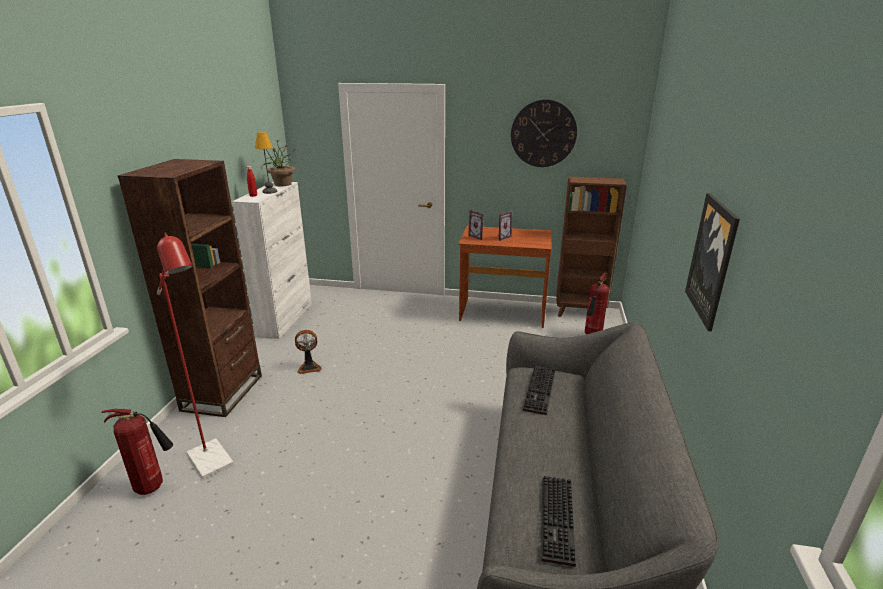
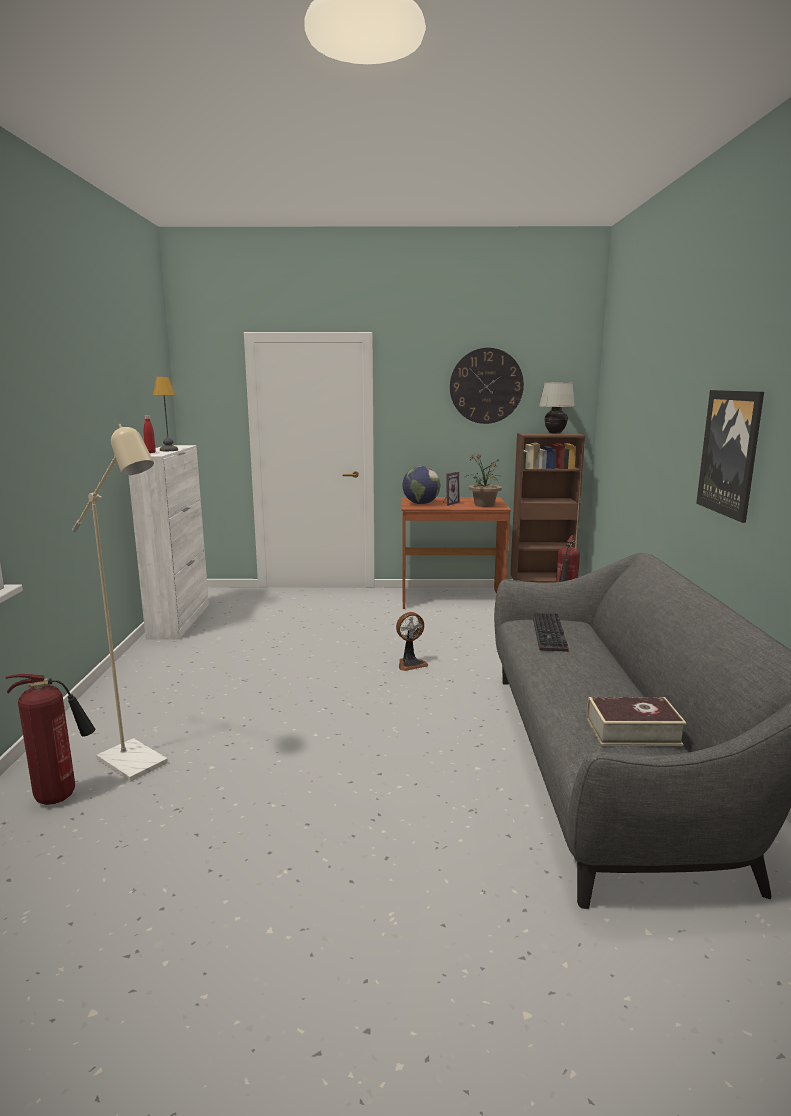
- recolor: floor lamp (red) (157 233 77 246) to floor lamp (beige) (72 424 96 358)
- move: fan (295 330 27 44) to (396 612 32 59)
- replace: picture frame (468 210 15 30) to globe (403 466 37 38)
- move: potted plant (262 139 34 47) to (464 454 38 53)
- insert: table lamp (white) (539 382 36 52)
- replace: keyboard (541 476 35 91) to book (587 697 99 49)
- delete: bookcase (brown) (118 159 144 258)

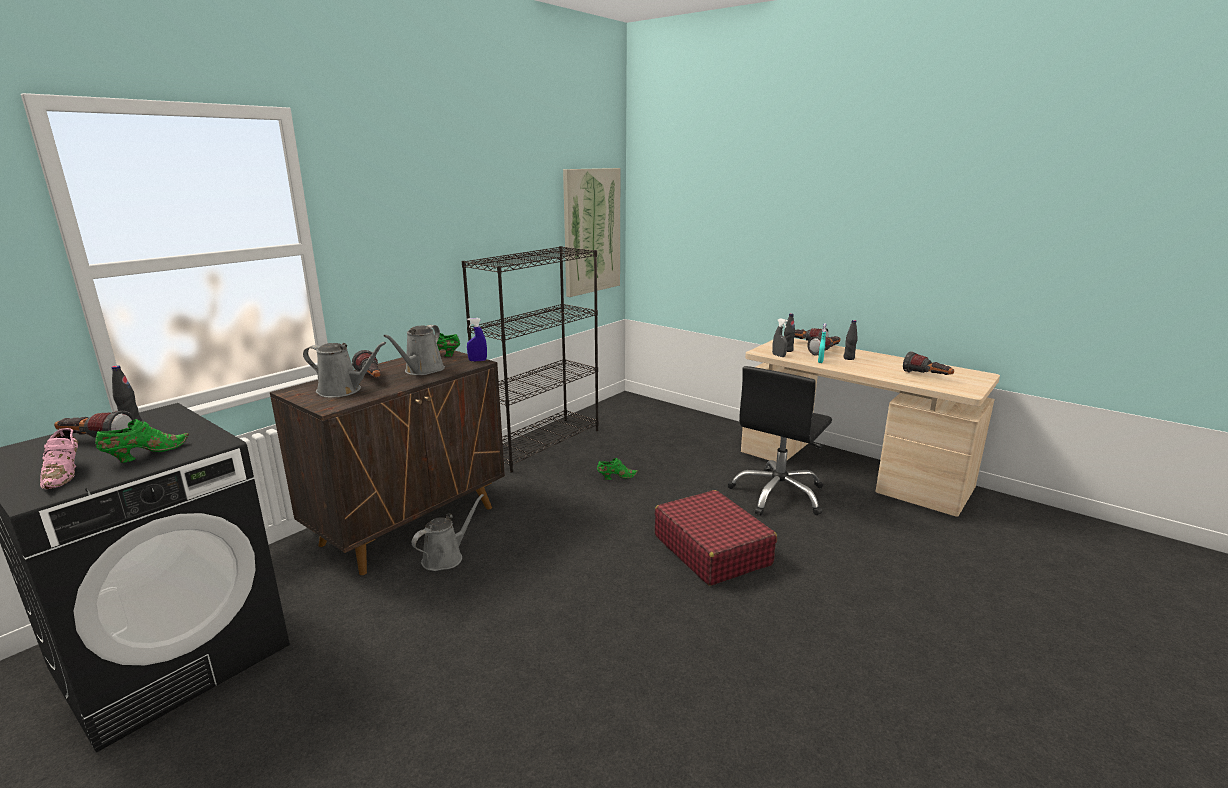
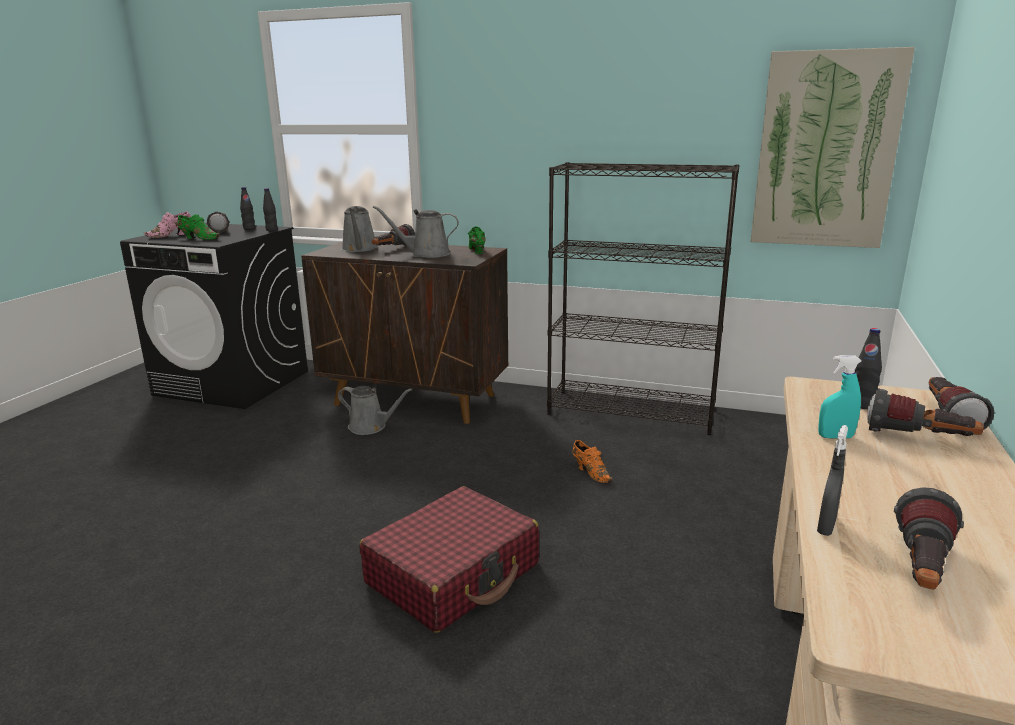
- move: bottle (black) (844 320 14 40) to (263 188 15 43)
- recolor: shoe (green) (597 458 42 22) to shoe (orange) (572 440 40 43)
- move: spray bottle (grey) (772 318 16 39) to (817 425 31 111)
- delete: spray bottle (blue) (467 318 20 43)
- delete: office chair (black) (727 366 105 150)

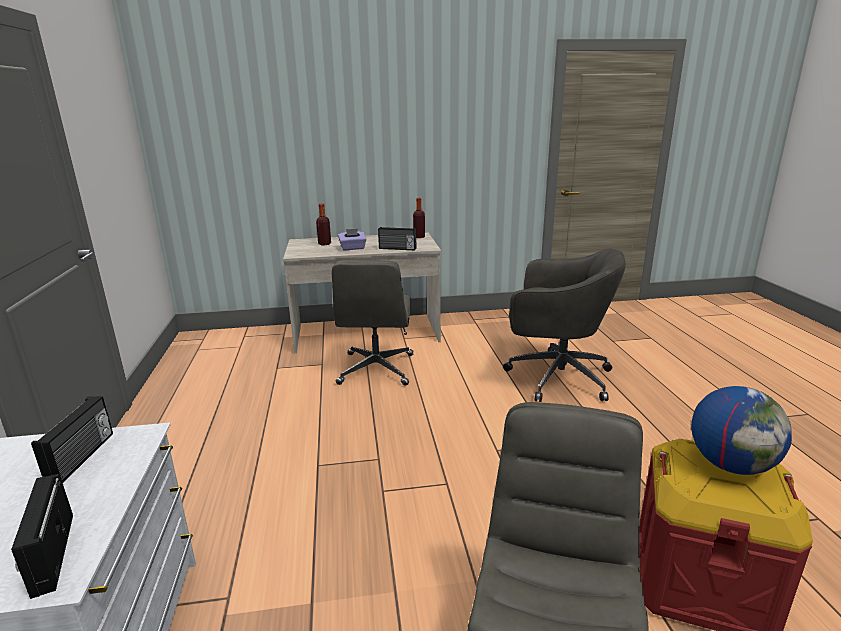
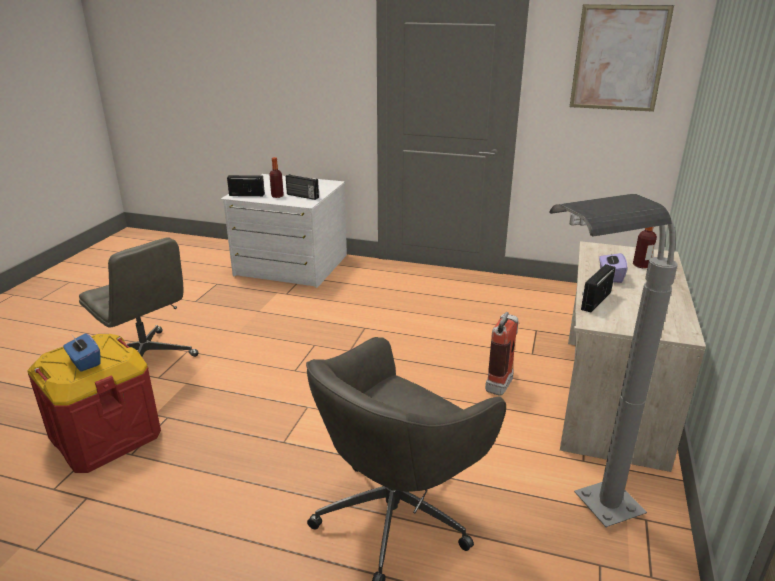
- replace: globe (691 386 101 89) to tissue box (blue) (63 333 38 39)
- move: bottle (413 198 12 40) to (269 157 15 41)
- replace: office chair (grey) (332 260 81 126) to fire extinguisher (485 312 33 84)
- insert: floor lamp (grey) (549 194 129 333)
- insert: picture (570 4 104 108)

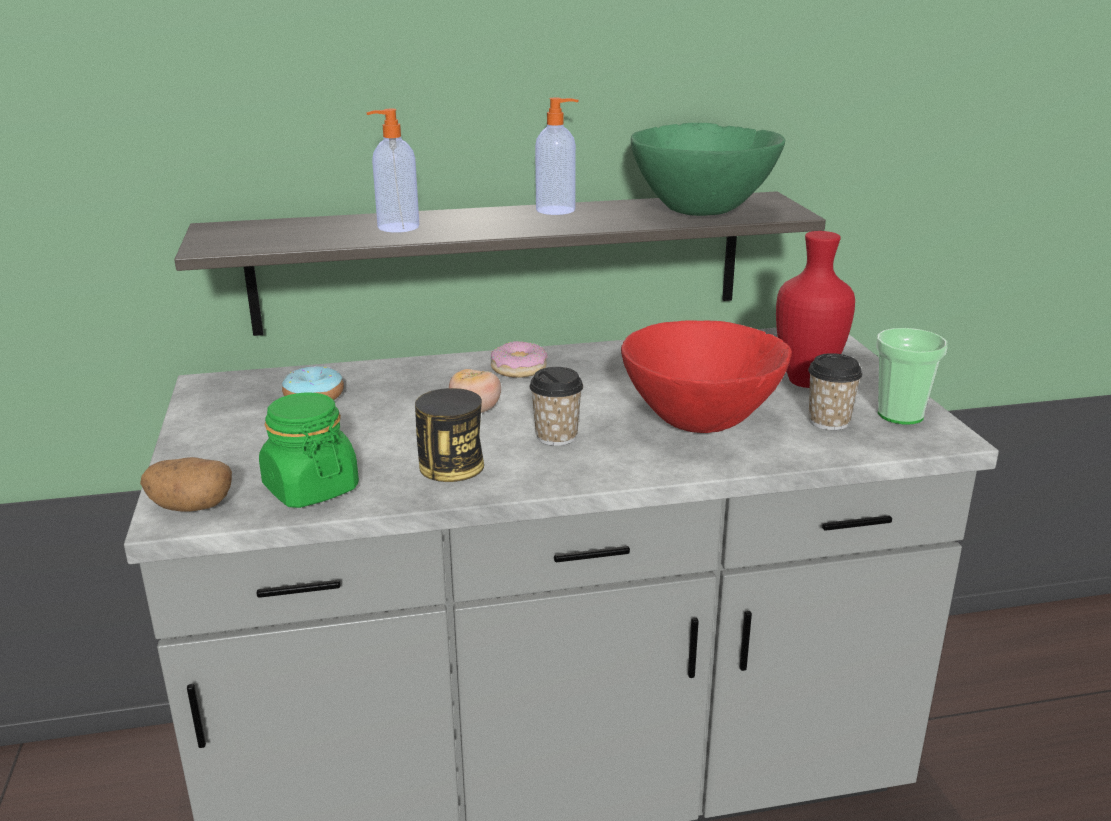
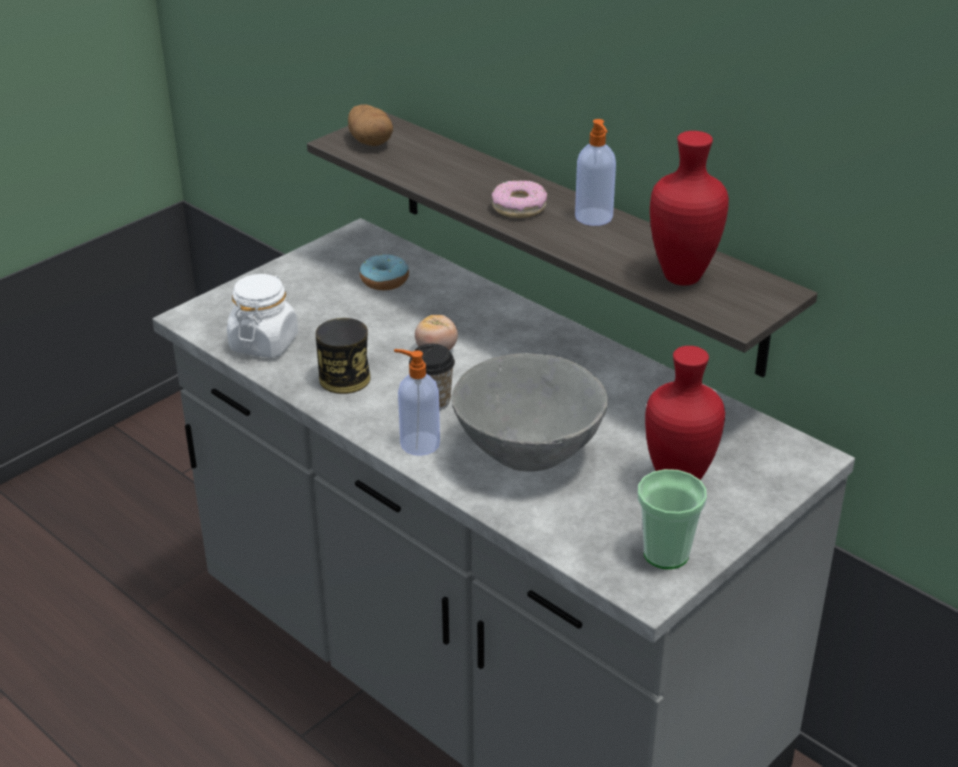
- recolor: jar (green) (259 392 100 116) to jar (white) (227 274 71 84)
- move: potato (140 457 92 55) to (348 104 45 42)
- move: soap dispenser (366 109 53 124) to (394 349 46 107)
- recolor: bowl (red) (621 320 171 113) to bowl (grey) (452 353 156 119)
- move: donut (491 341 57 37) to (491 180 56 38)
- replace: bowl (green) (631 123 154 93) to vase (red) (650 131 79 155)
- delete: cup (808 353 54 77)

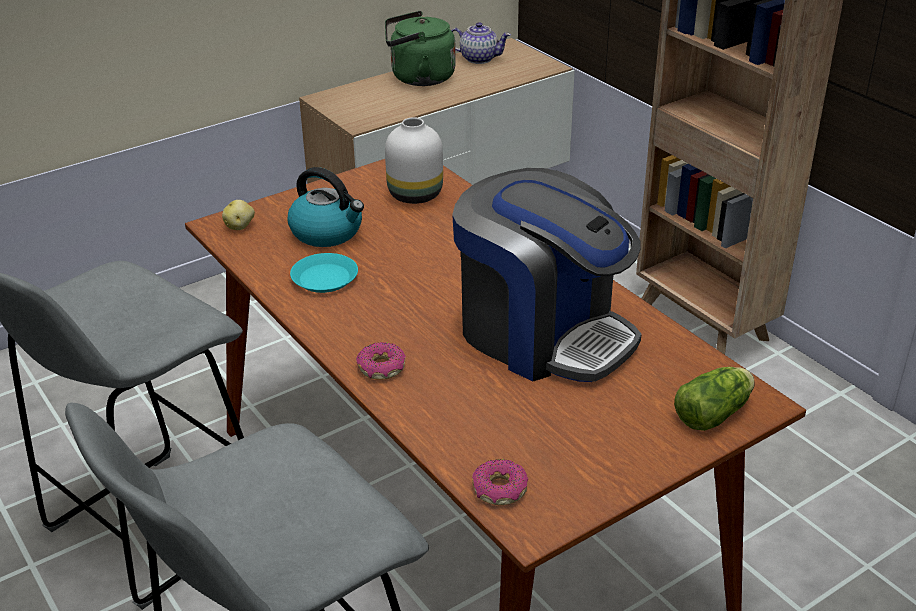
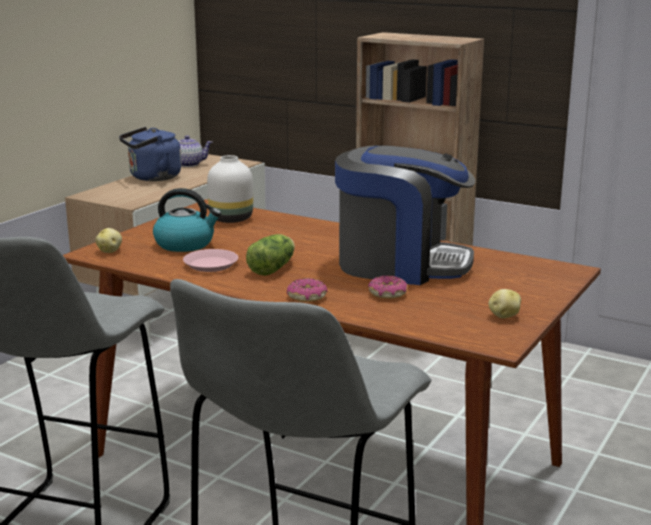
- recolor: kettle (green) (385 11 71 75) to kettle (blue) (119 127 62 54)
- recolor: plate (turquoise) (290 253 68 40) to plate (pink) (183 249 55 23)
- move: lettuce (674 367 81 64) to (246 234 49 42)
- move: donut (472 459 56 46) to (368 276 39 23)
- insert: potato (488 289 33 29)

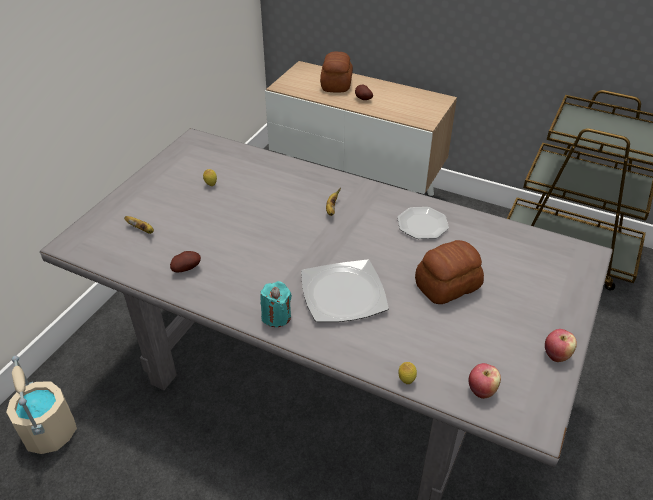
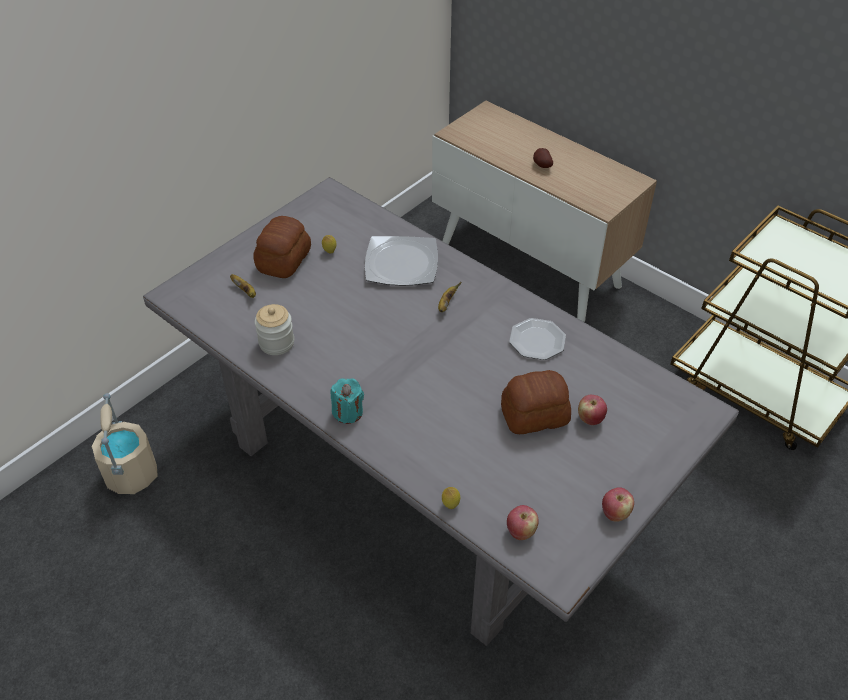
- move: bread (320 52 33 40) to (253 216 58 62)
- replace: potato (170 251 31 21) to jar (255 304 39 51)
- move: plate (301 260 88 62) to (365 236 73 50)
- insert: apple (578 395 29 30)

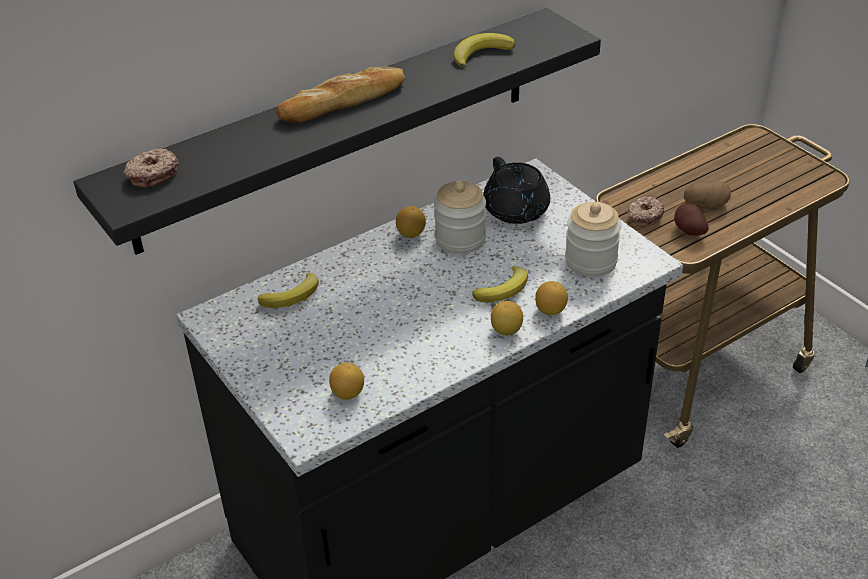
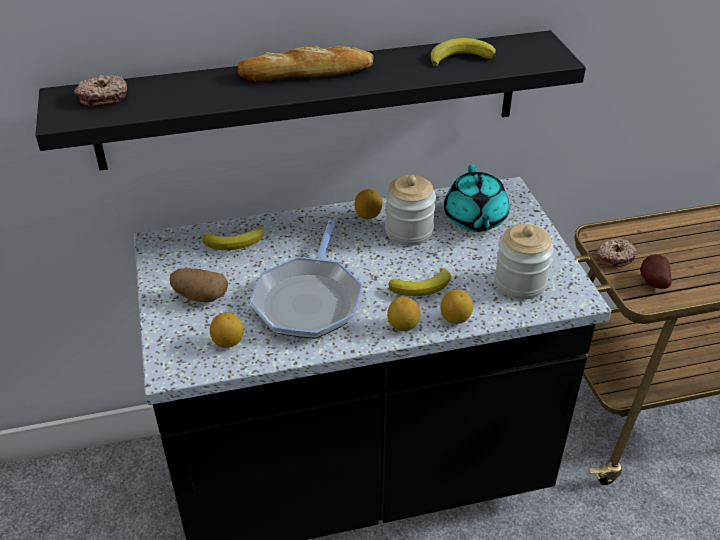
- move: potato (684 181 47 28) to (170 268 58 34)
- insert: frying pan (249 220 114 119)
- recolor: teapot (black) (483 157 67 67) to teapot (turquoise) (444 164 65 68)

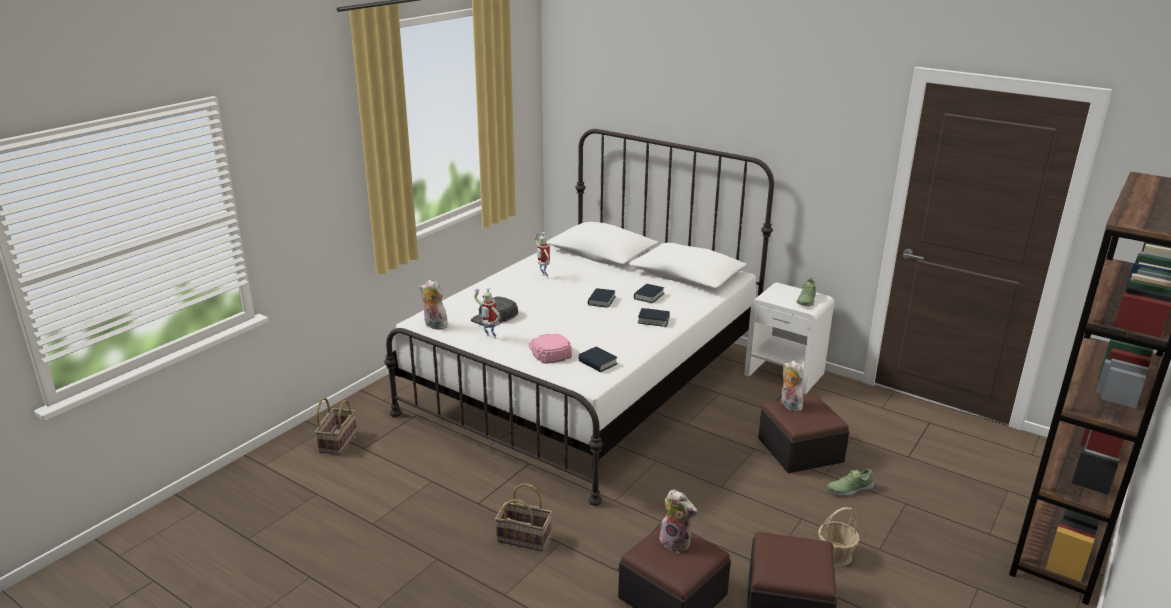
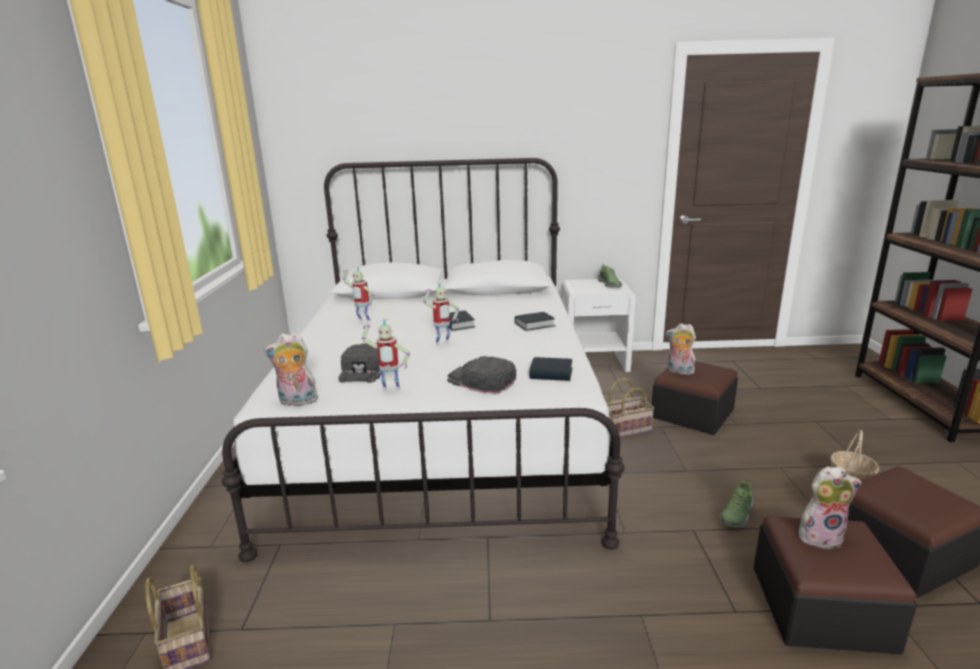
- insert: toy robot (423 282 36 63)
- recolor: cap (pink) (528 333 44 31) to cap (black) (447 356 69 38)
- move: basket (495 483 57 68) to (607 378 47 60)
- move: shoe (827 469 47 28) to (720 479 34 49)
- delete: book (634 284 31 19)

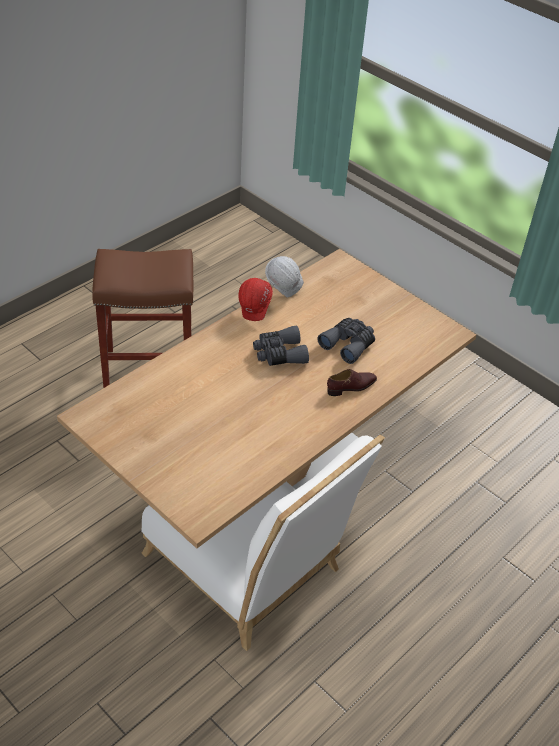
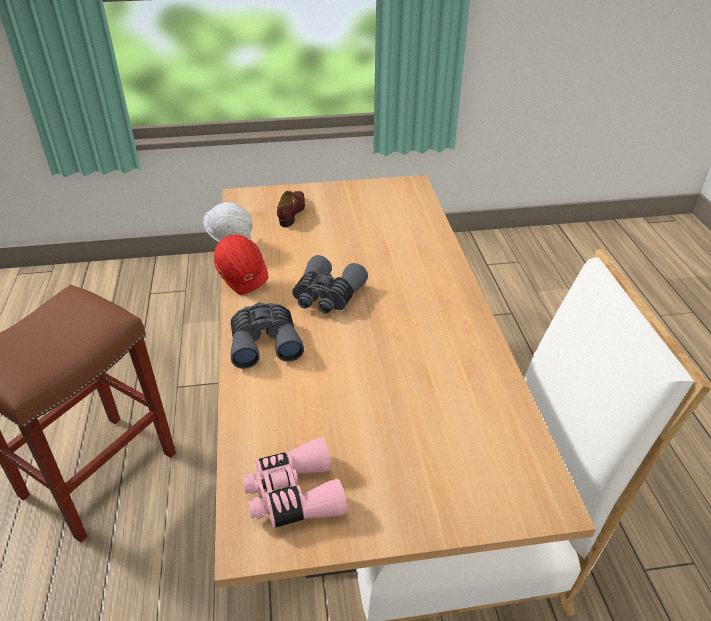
- move: binoculars (grey) (317 318 58 46) to (230 303 74 66)
- insert: binoculars (pink) (242 437 105 91)
- move: shoe (brown) (327 369 50 27) to (277 191 28 36)

